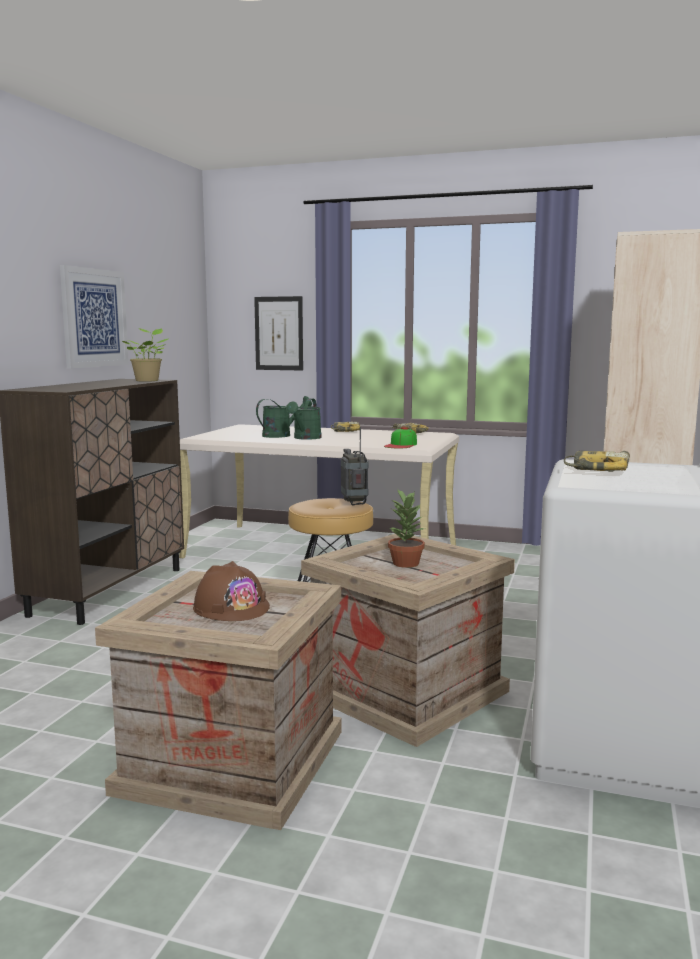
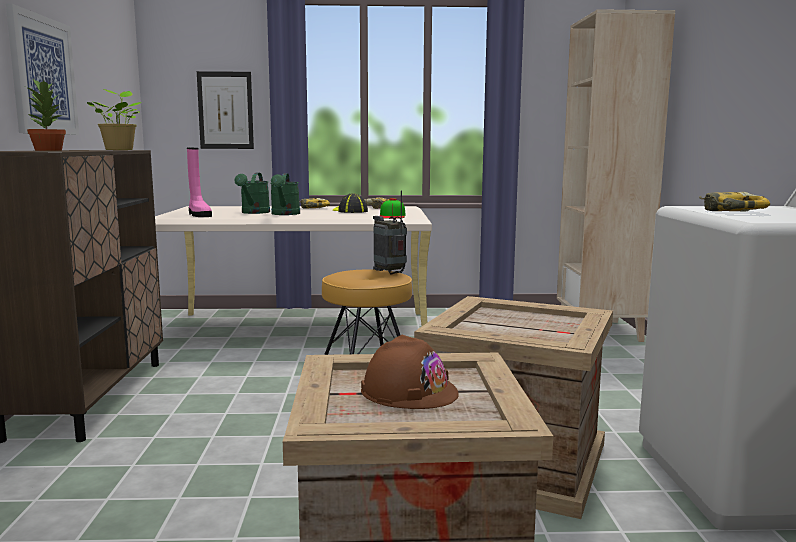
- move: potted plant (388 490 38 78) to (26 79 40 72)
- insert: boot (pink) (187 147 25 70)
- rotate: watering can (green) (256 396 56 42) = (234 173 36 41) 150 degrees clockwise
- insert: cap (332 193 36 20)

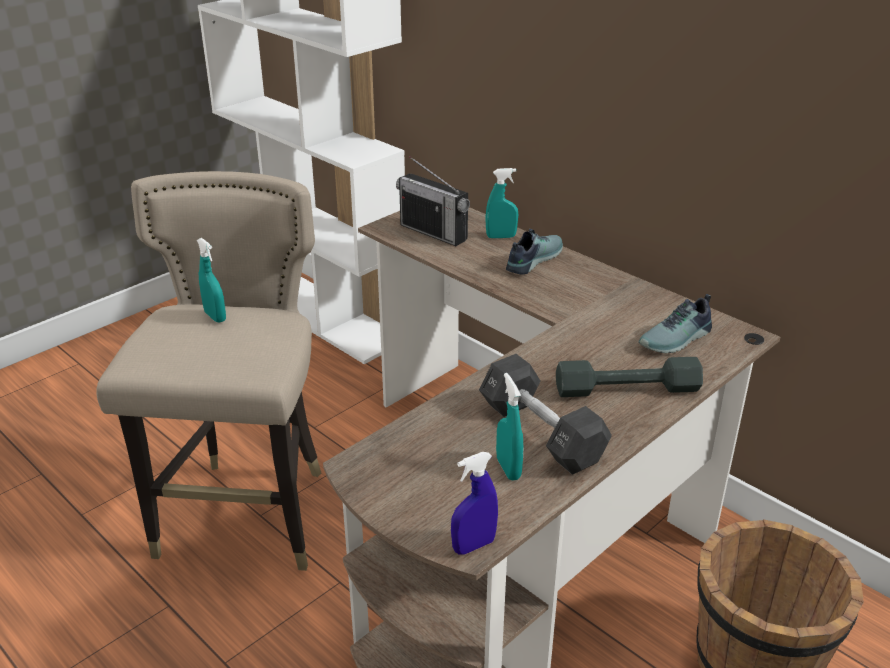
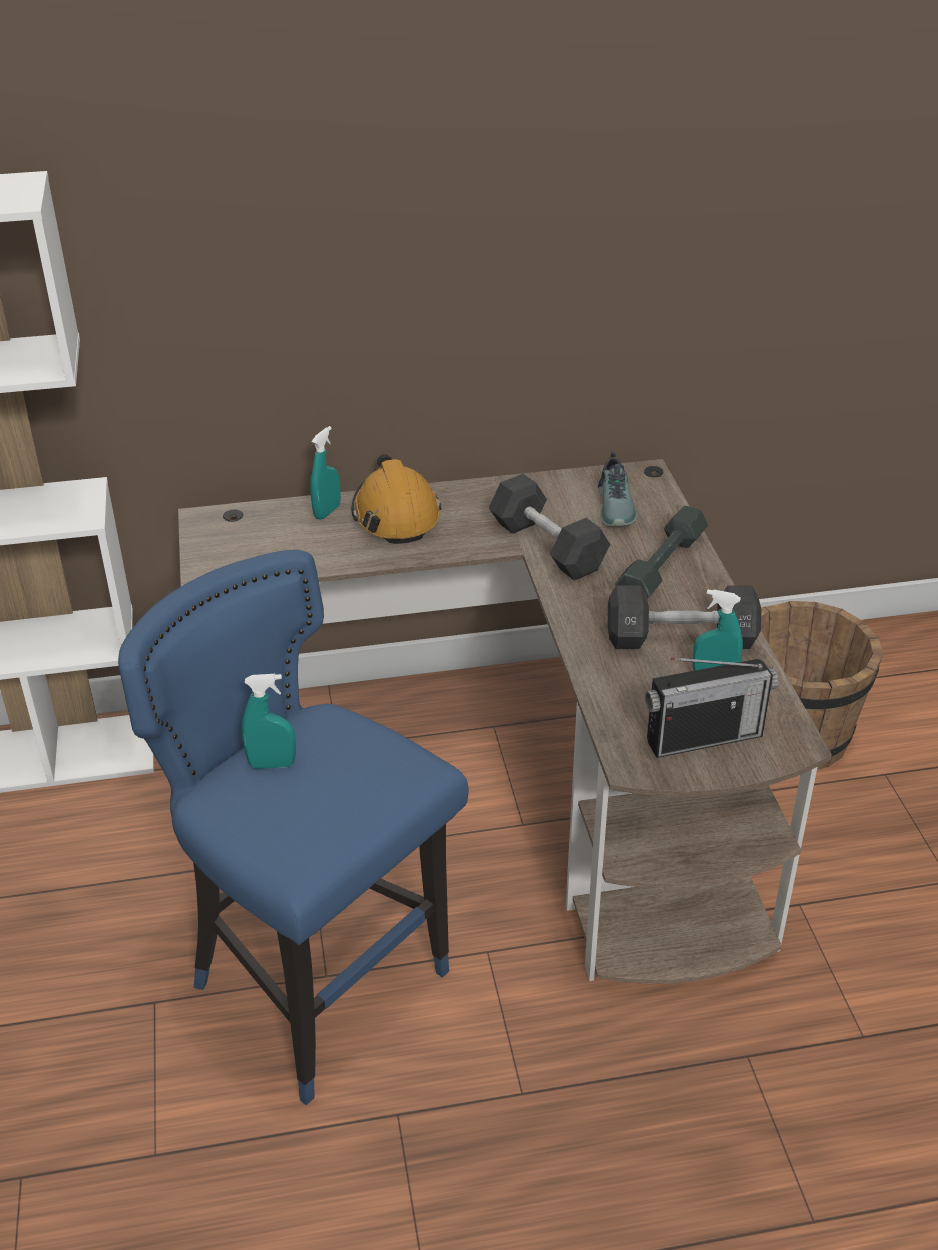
- recolor: stool (beige) (96 171 225 400) to stool (blue) (118 550 351 556)
- replace: shoe (506 229 57 46) to hard hat (orange) (352 454 90 90)
- insert: dumbbell (black) (489 474 121 107)
- move: radio (396 156 74 90) to (645 658 134 100)
- delete: spray bottle (blue) (451 452 47 102)

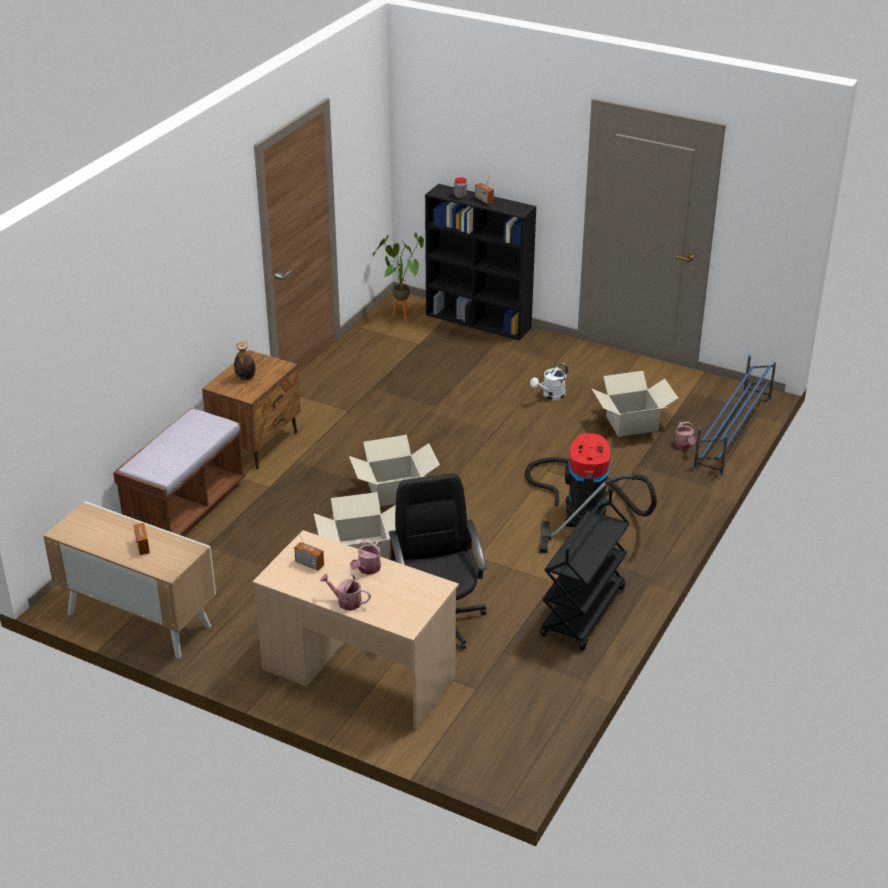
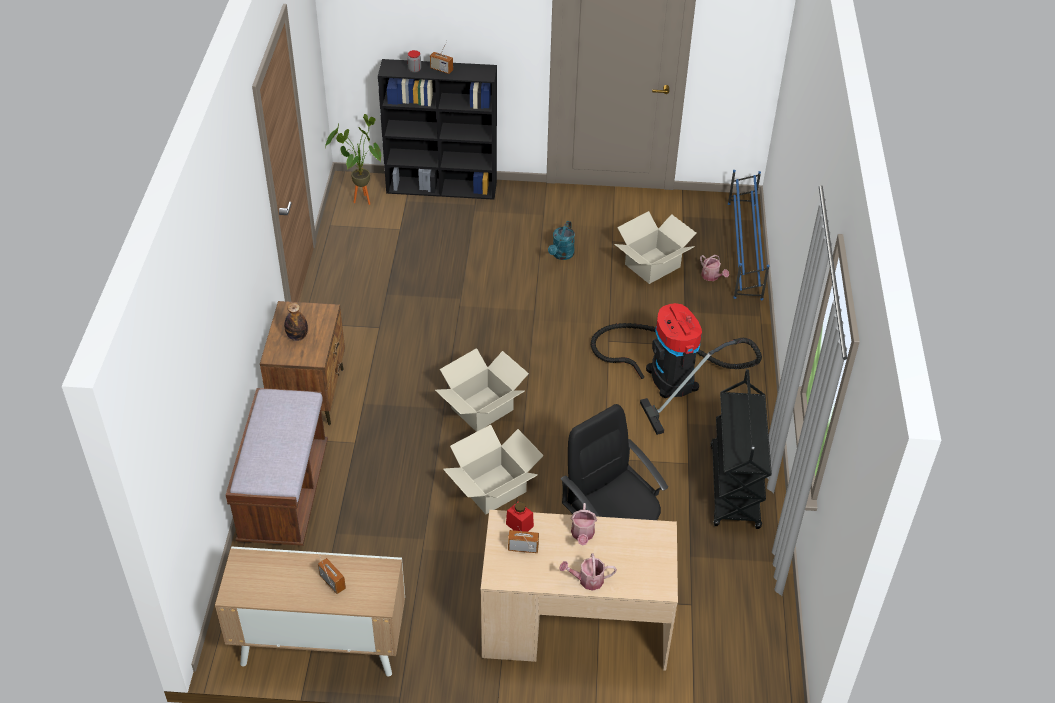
- insert: jar (red) (506 501 28 31)
- recolor: watering can (white) (530 363 38 37) to watering can (turquoise) (548 221 27 39)

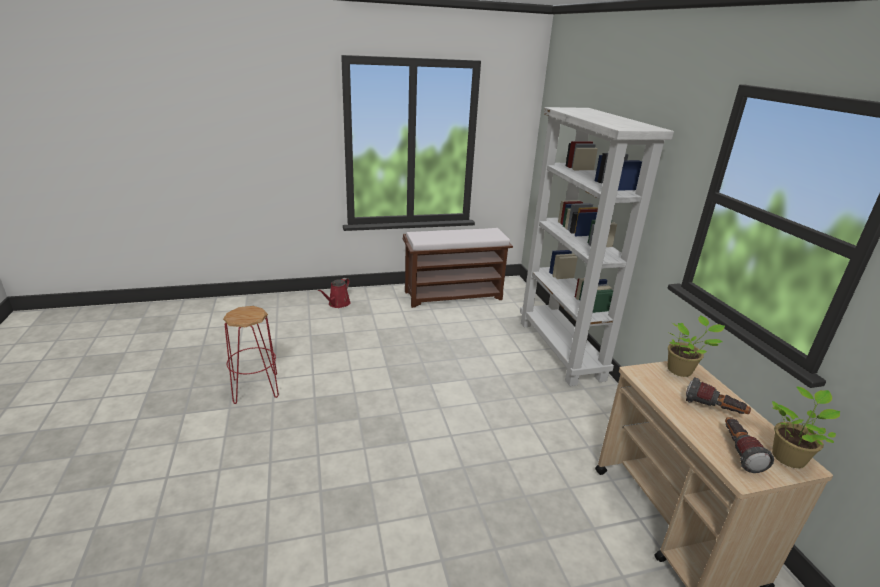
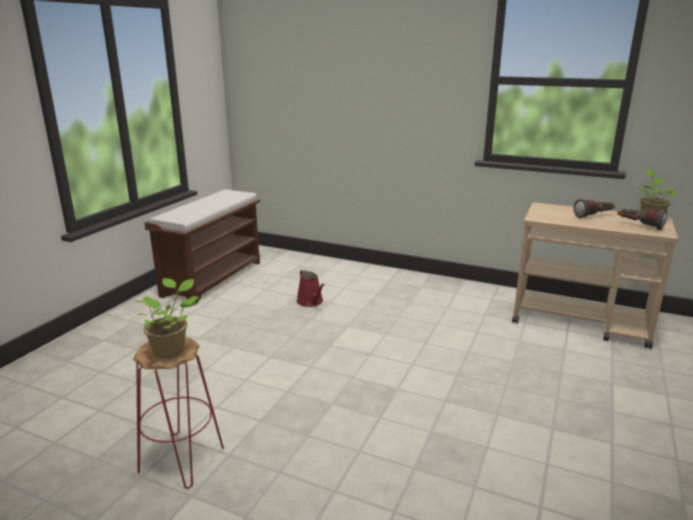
- move: potted plant (668 315 57 62) to (135 278 64 81)
- move: watering can (red) (318 278 33 30) to (297 269 28 38)
- delete: bookcase (white) (520 107 154 279)

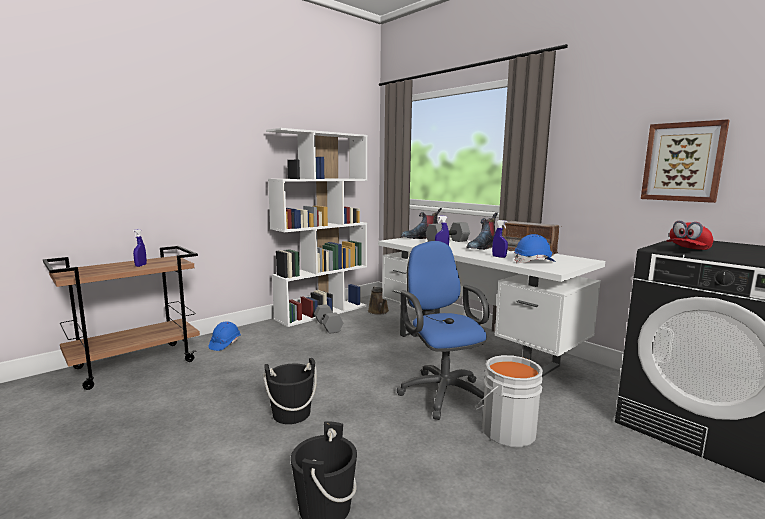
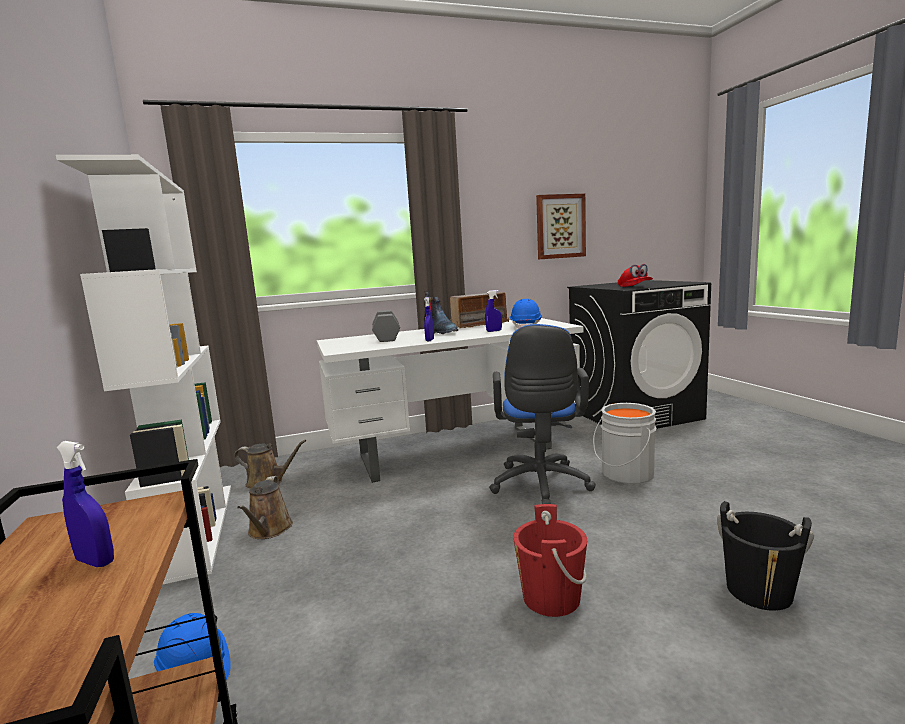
- replace: dumbbell (grey) (314 304 29 30) to watering can (brown) (237 476 56 63)
- rotate: office chair (blue) (397 241 92 179) = (489 324 107 180) 90 degrees counterclockwise
- recolor: bucket (black) (263 358 54 66) to bucket (red) (513 504 74 113)
- delete: boot (401 208 41 31)

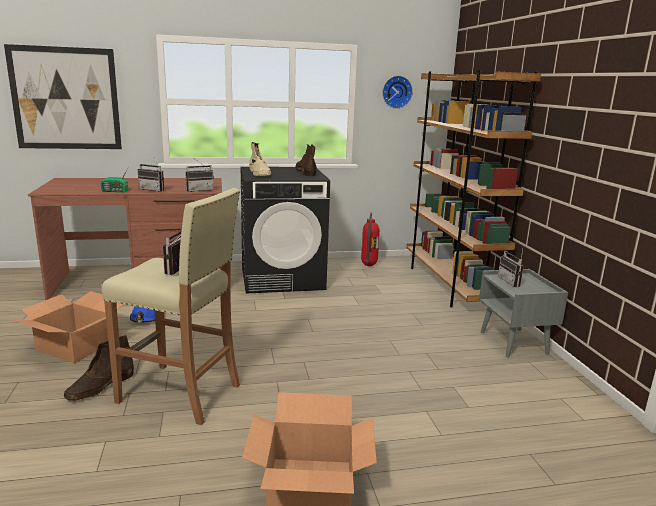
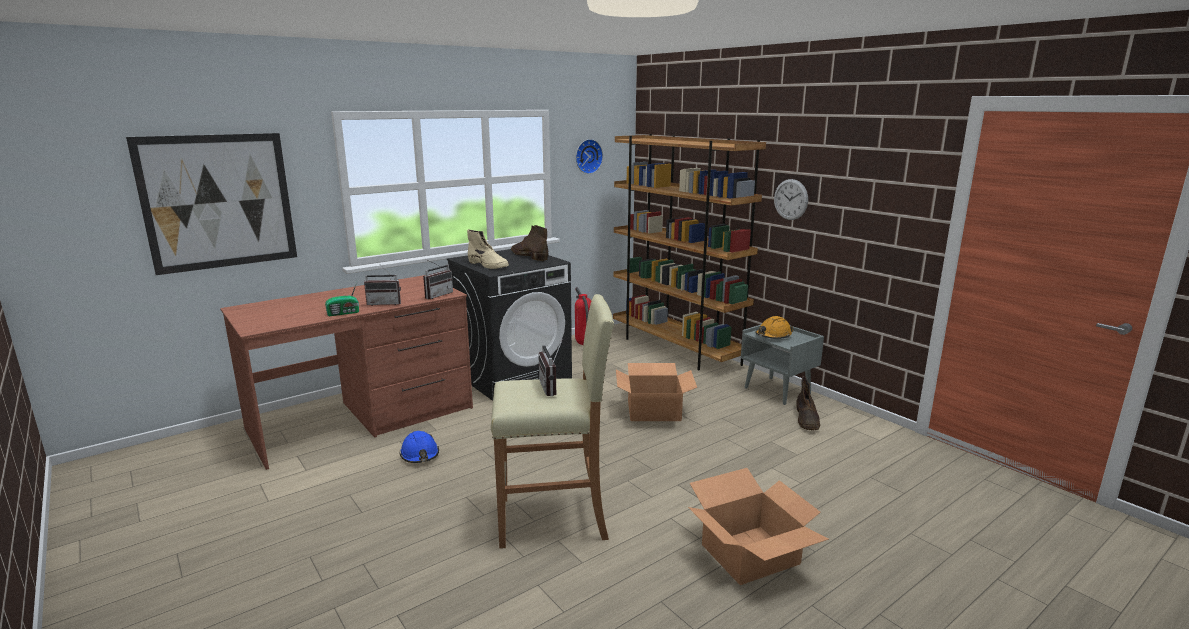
- move: cardboard box (9 291 115 72) to (616 363 81 58)
- replace: radio (498 249 26 39) to hard hat (orange) (755 316 38 23)
- insert: wall clock (774 179 34 41)
- move: boot (brown) (64 335 70 66) to (796 376 25 54)

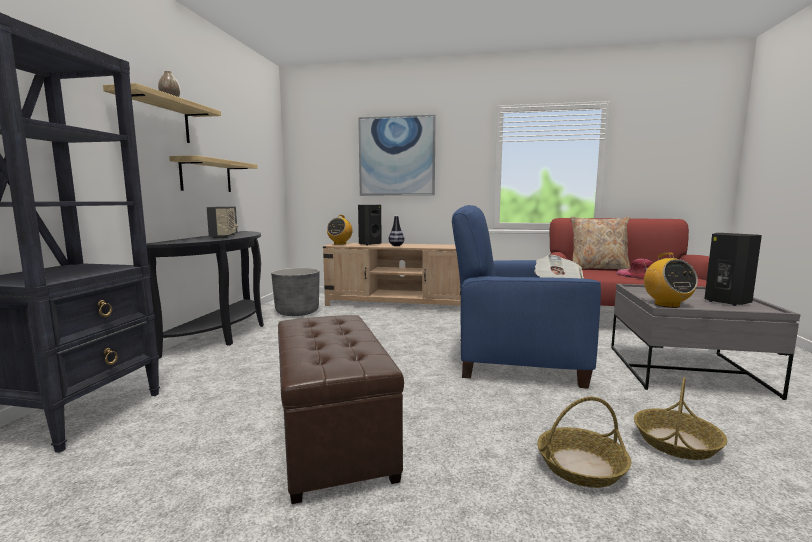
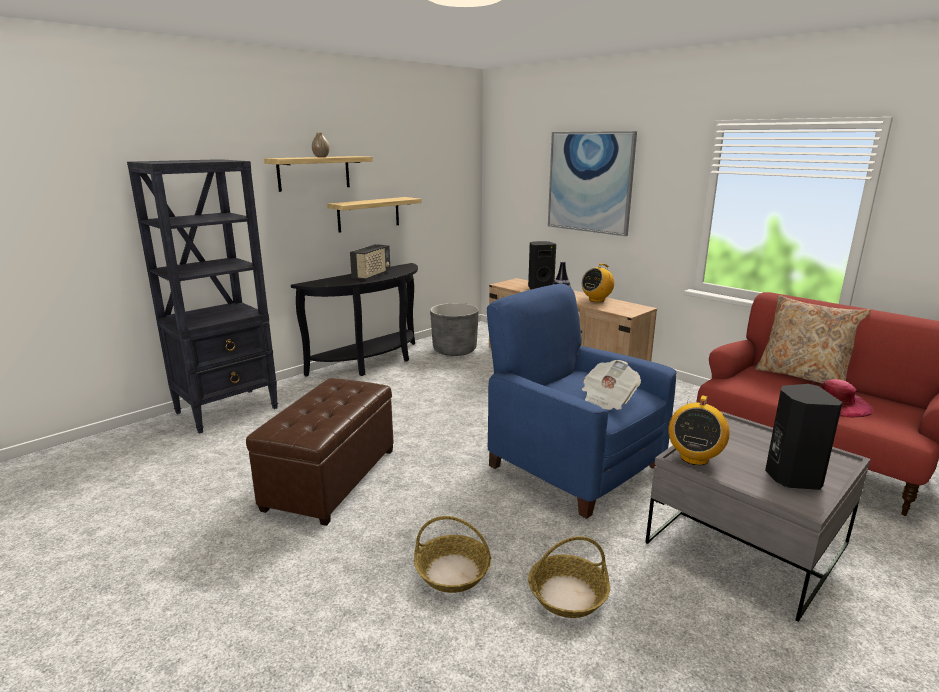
- move: radio (327 215 25 30) to (582 264 32 38)

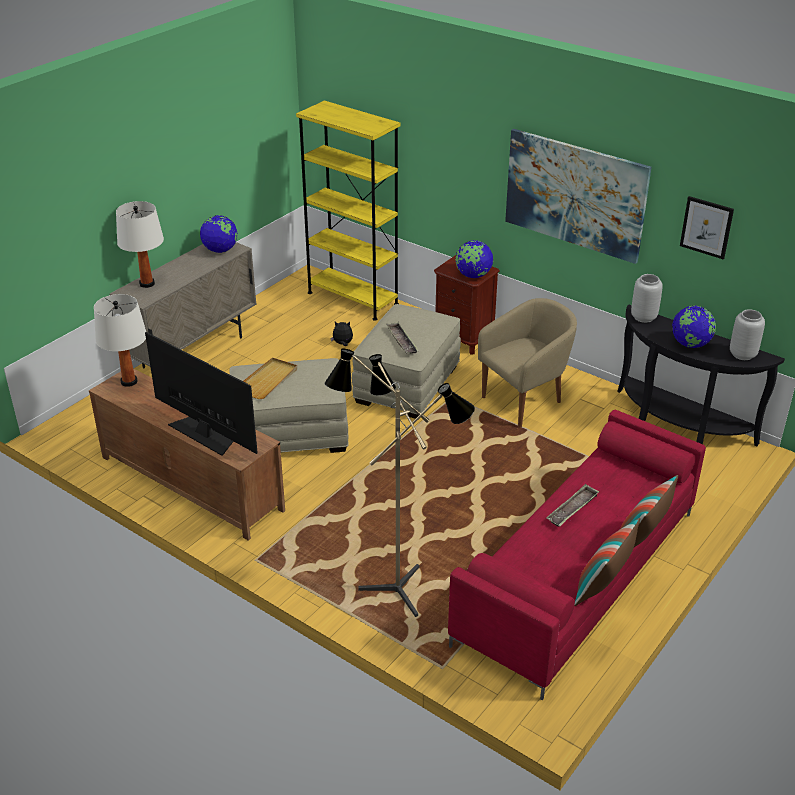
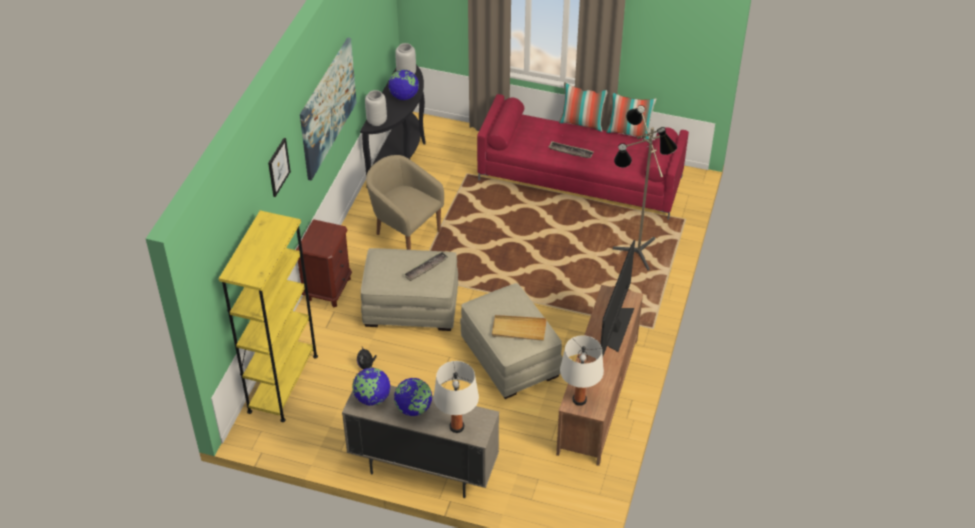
- move: picture (680 196 54 63) to (268 138 23 59)
- move: globe (455 240 38 38) to (394 378 38 38)

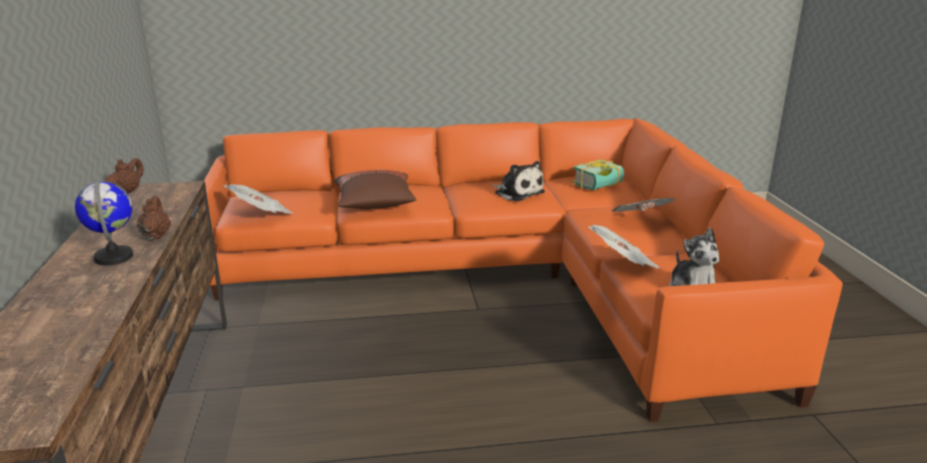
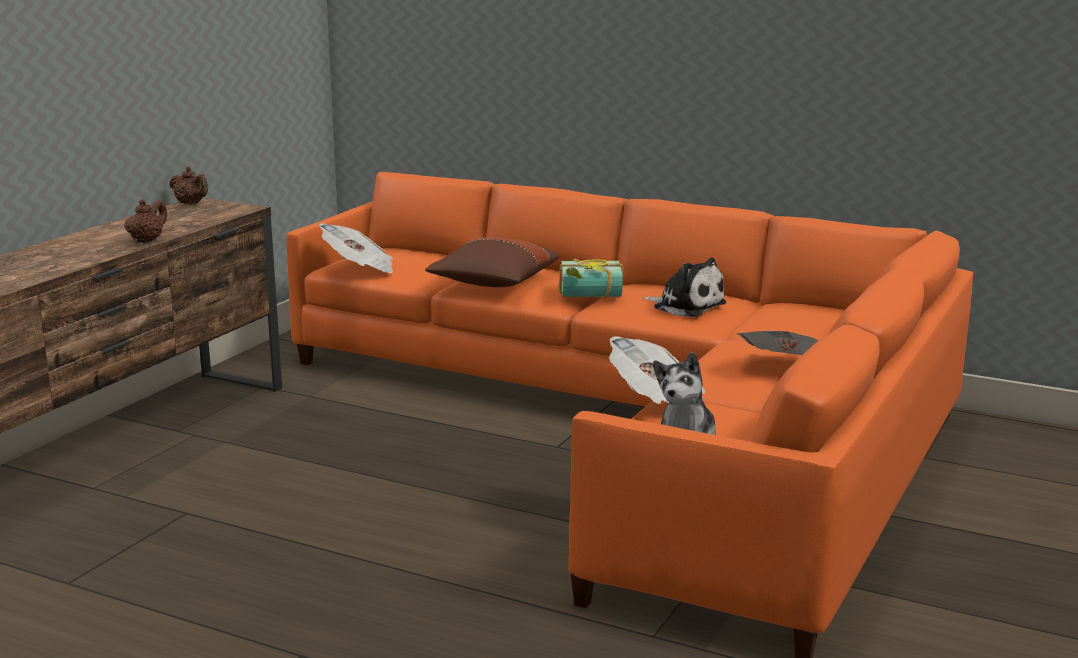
- rotate: teapot (brown) (106 158 38 36) = (170 166 38 38) 75 degrees clockwise
- move: book (573 159 51 31) to (558 259 65 39)
- rotate: plush toy (492 161 53 41) = (643 258 83 59) 45 degrees counterclockwise
- delete: globe (75 181 58 85)

